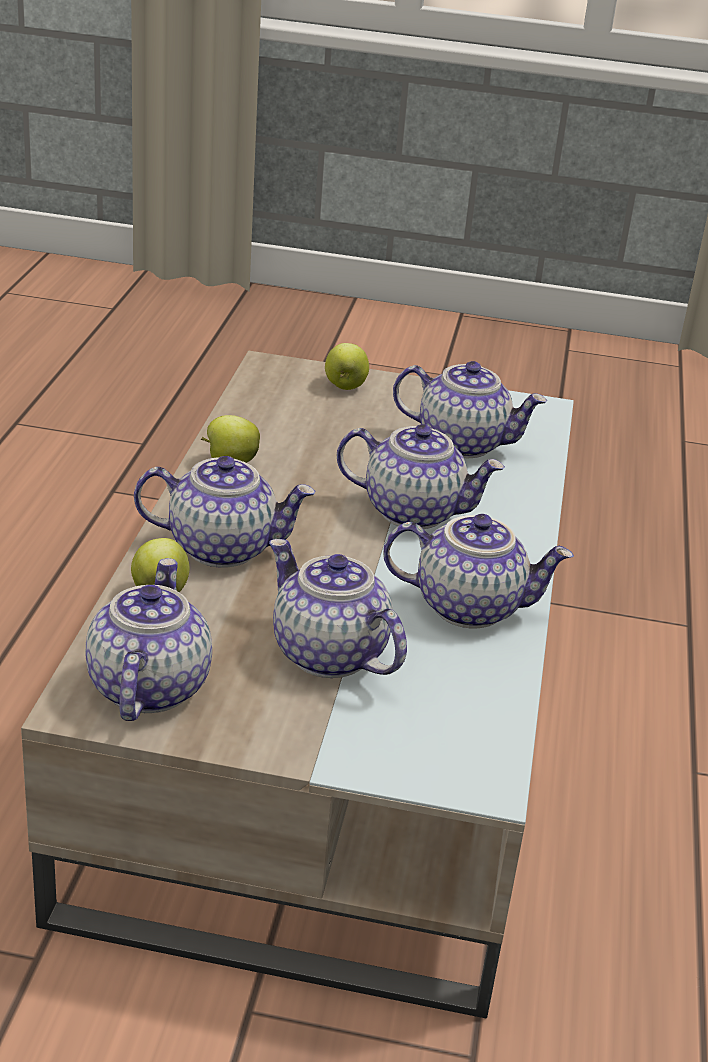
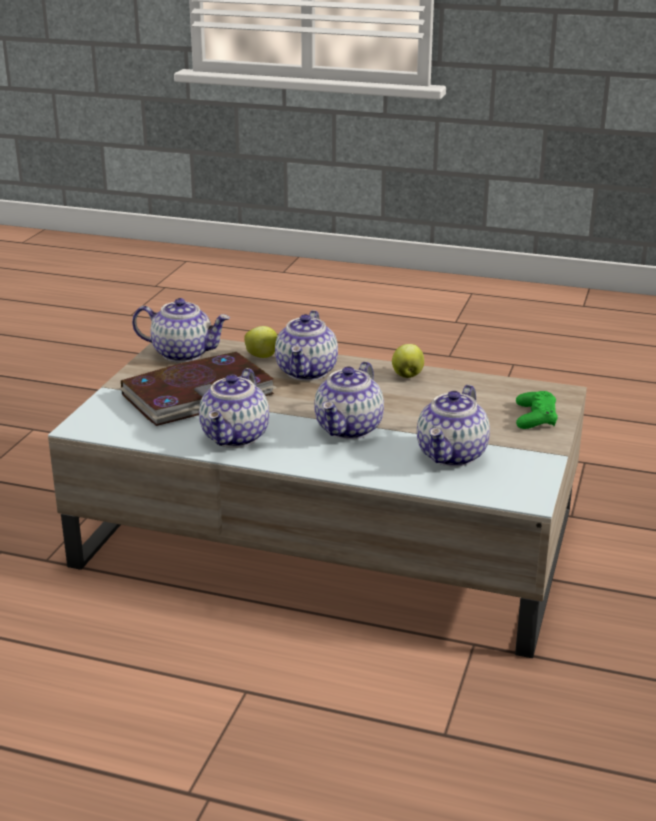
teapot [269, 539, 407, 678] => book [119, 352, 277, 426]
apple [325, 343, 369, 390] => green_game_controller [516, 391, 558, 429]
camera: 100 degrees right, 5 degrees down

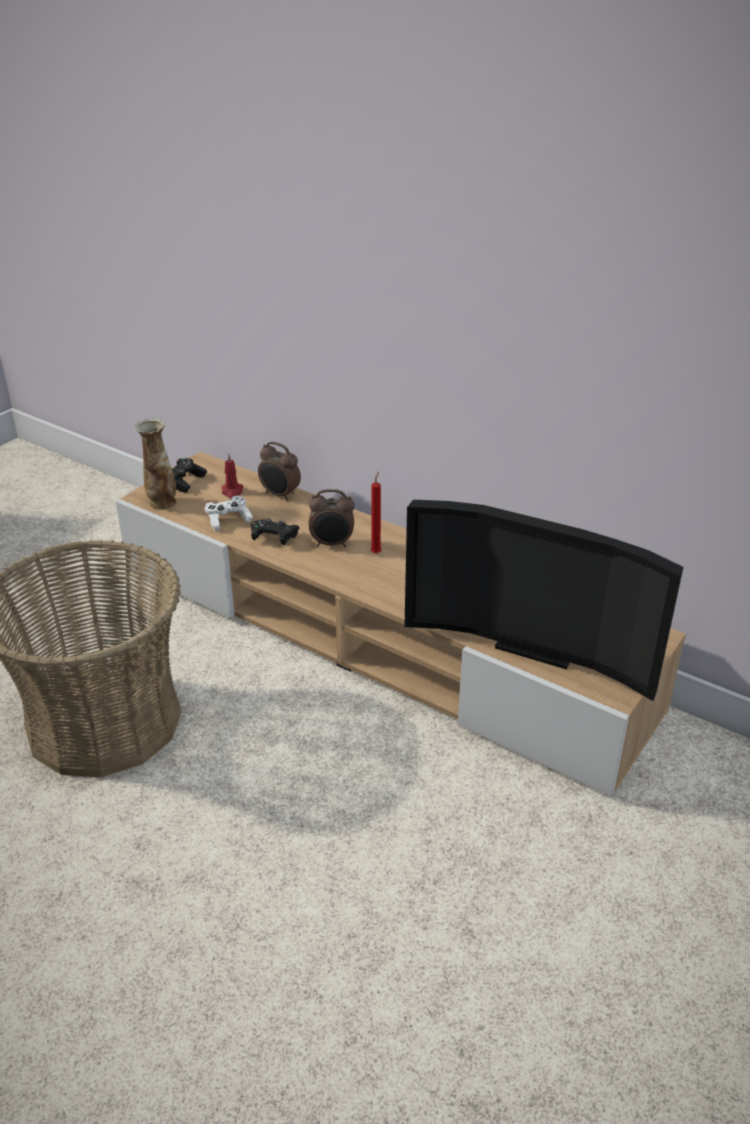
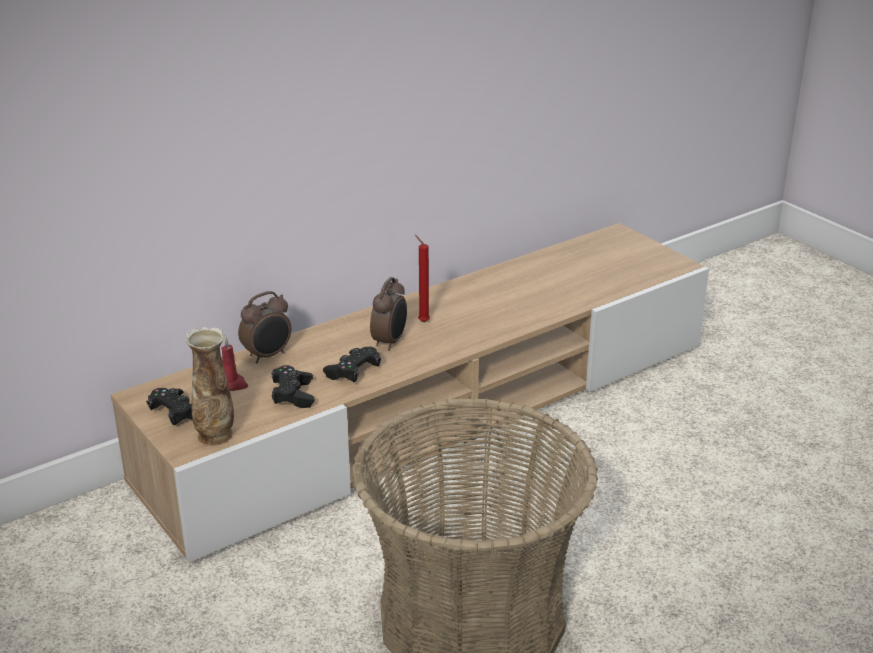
television [405, 500, 683, 701] => nothing
white_game_controller [205, 496, 253, 531] => black_game_controller [271, 365, 315, 408]
camera: 70 degrees left, 5 degrees down

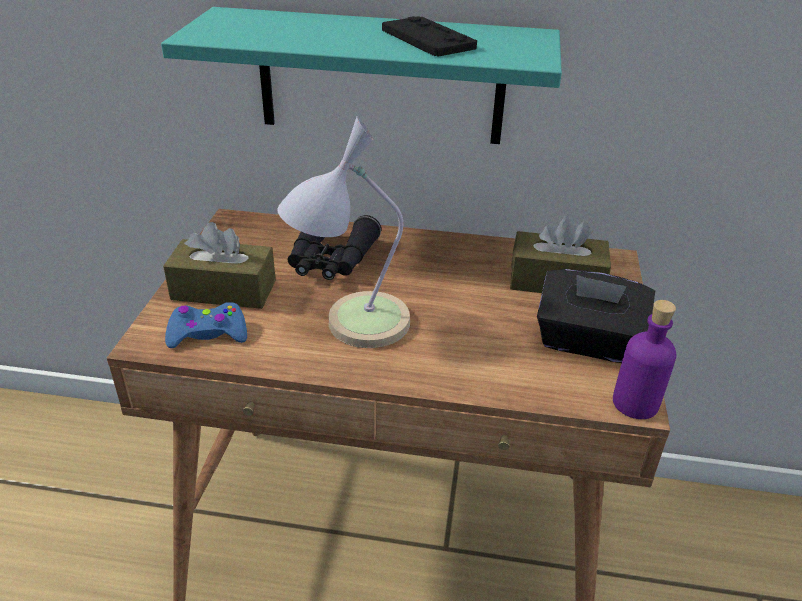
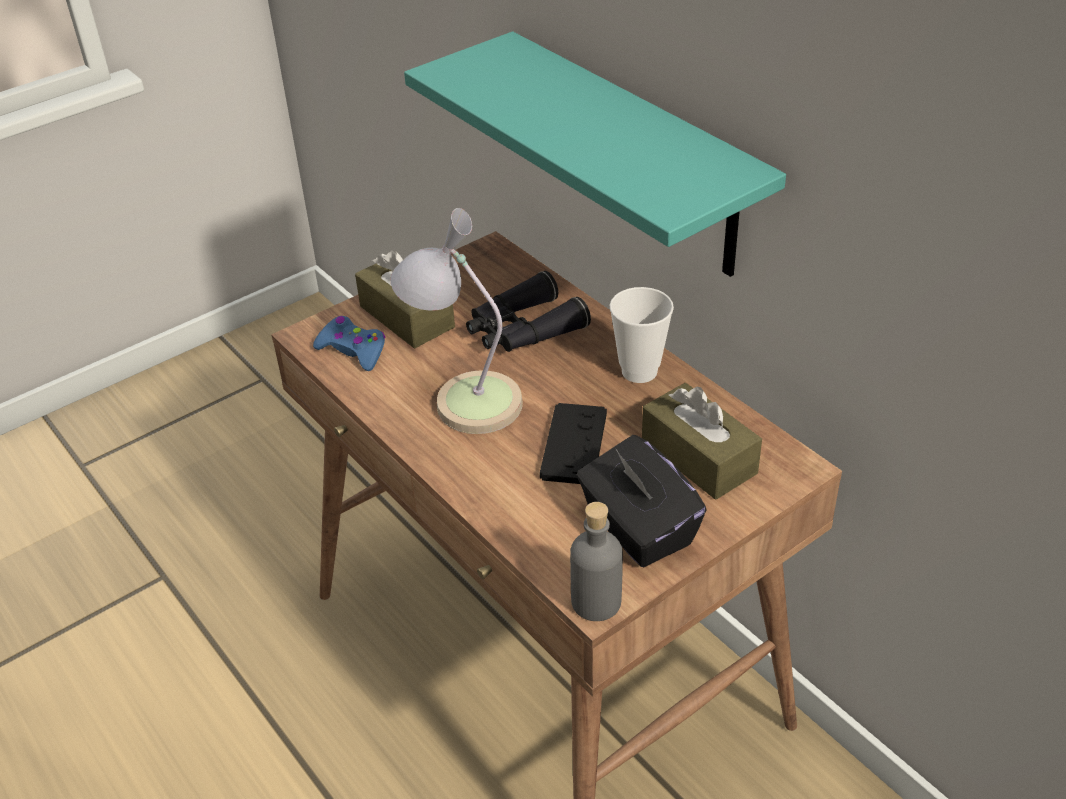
nothing => cup [609, 287, 674, 383]
black_game_controller [382, 16, 477, 57] => black_game_controller [540, 403, 607, 484], move
purple_bottle [613, 300, 676, 419] => grey_bottle [570, 502, 623, 621]
camera: 45 degrees right, 5 degrees up

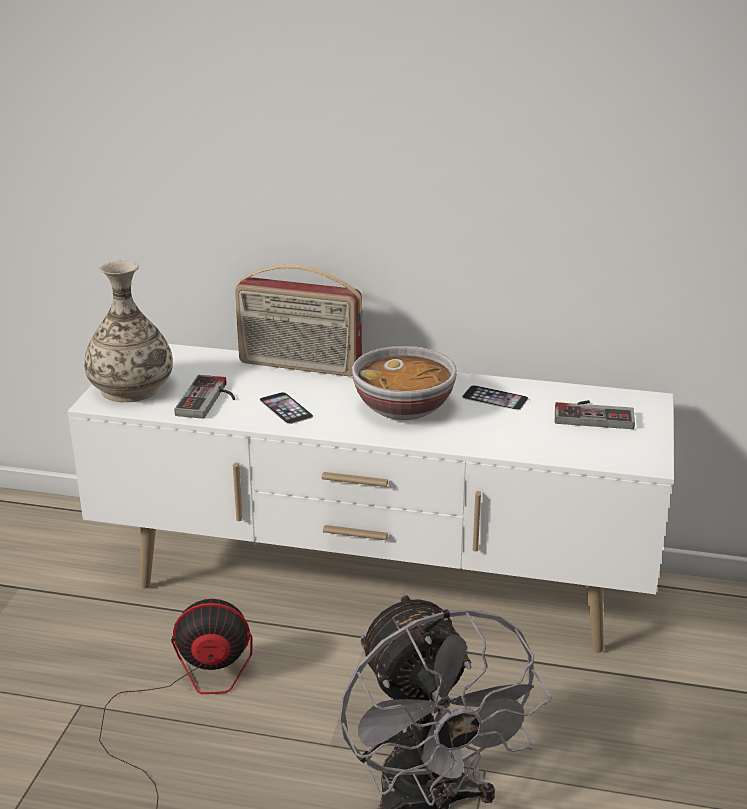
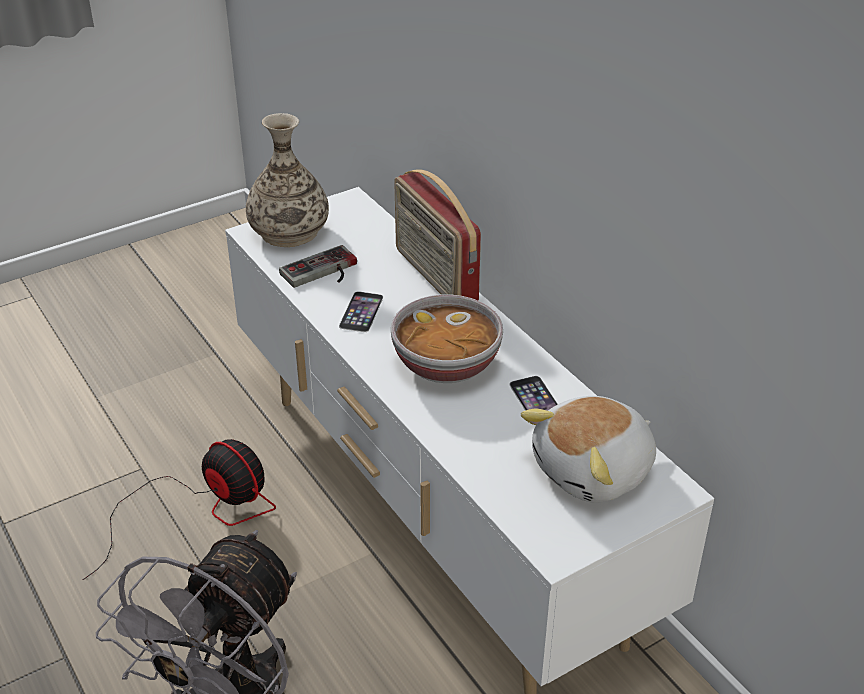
game_controller [555, 400, 635, 429] => plush_toy [521, 396, 656, 503]
camera: 45 degrees right, 10 degrees up

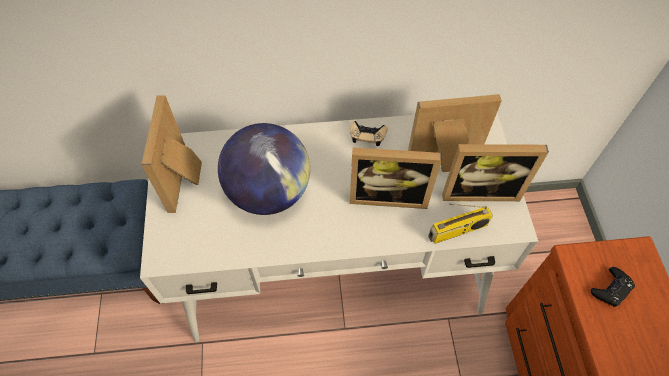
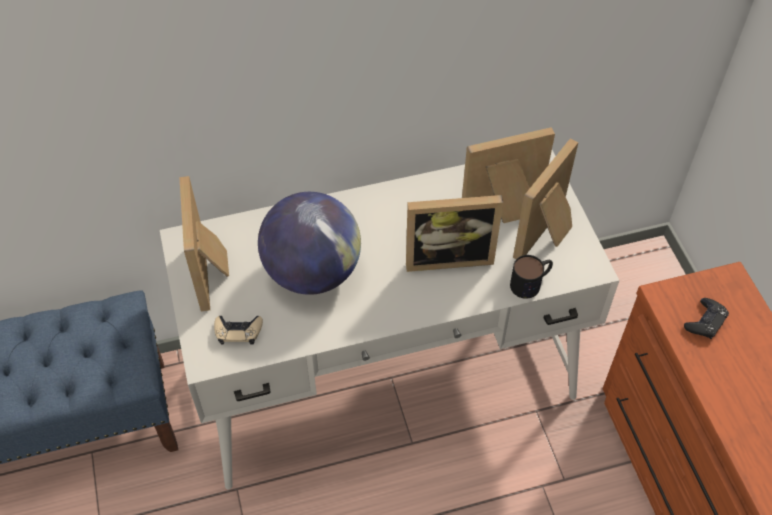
beige_game_controller [350, 121, 387, 146] => beige_game_controller [214, 316, 263, 345], move
radio [428, 204, 493, 244] => mug [510, 255, 553, 299]
picture_frame [442, 144, 549, 201] => picture_frame [513, 138, 578, 259], 135 degrees clockwise
camera: 10 degrees left, 5 degrees down

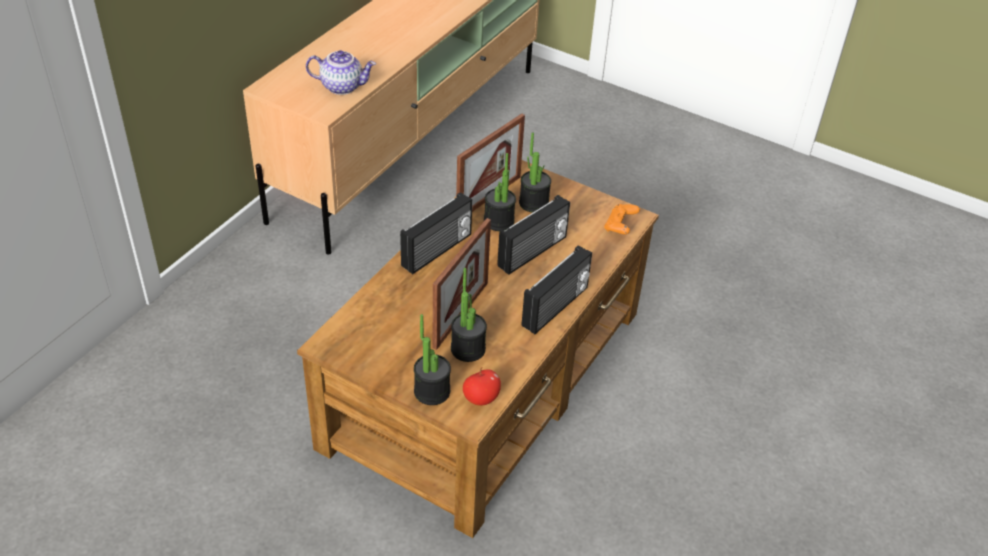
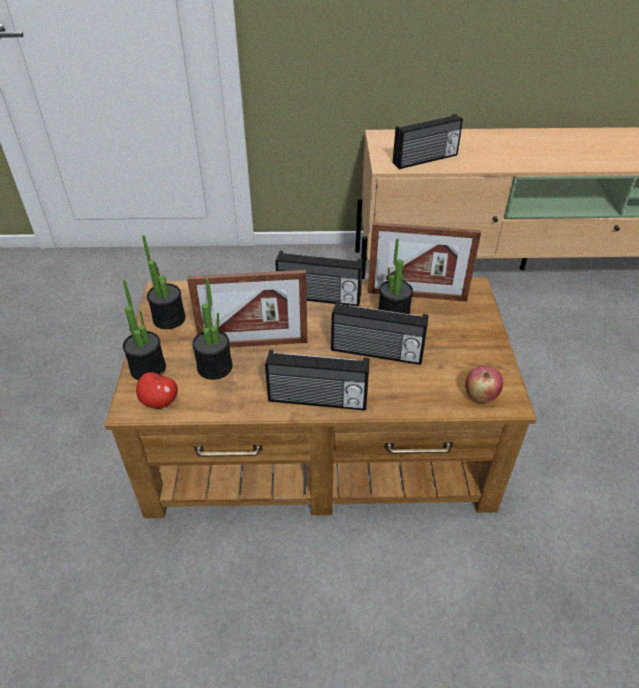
potted_plant [519, 132, 551, 213] => potted_plant [142, 235, 186, 329], move
teapot [306, 50, 376, 95] => radio [393, 114, 463, 169]
orange_game_controller [604, 204, 640, 234] => apple [465, 366, 503, 403]
camera: 60 degrees right, 0 degrees up

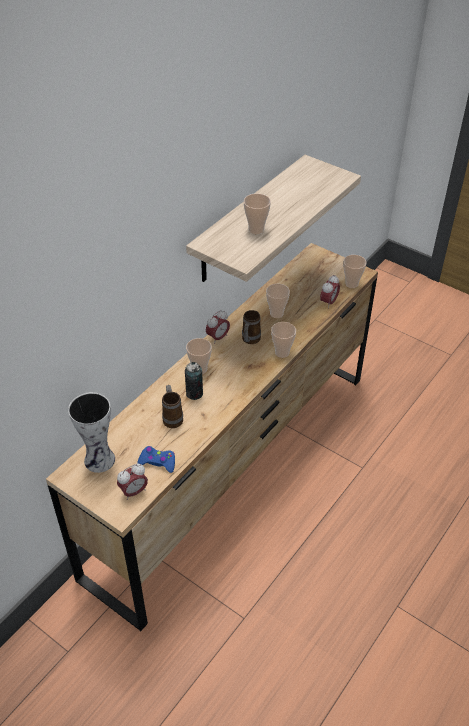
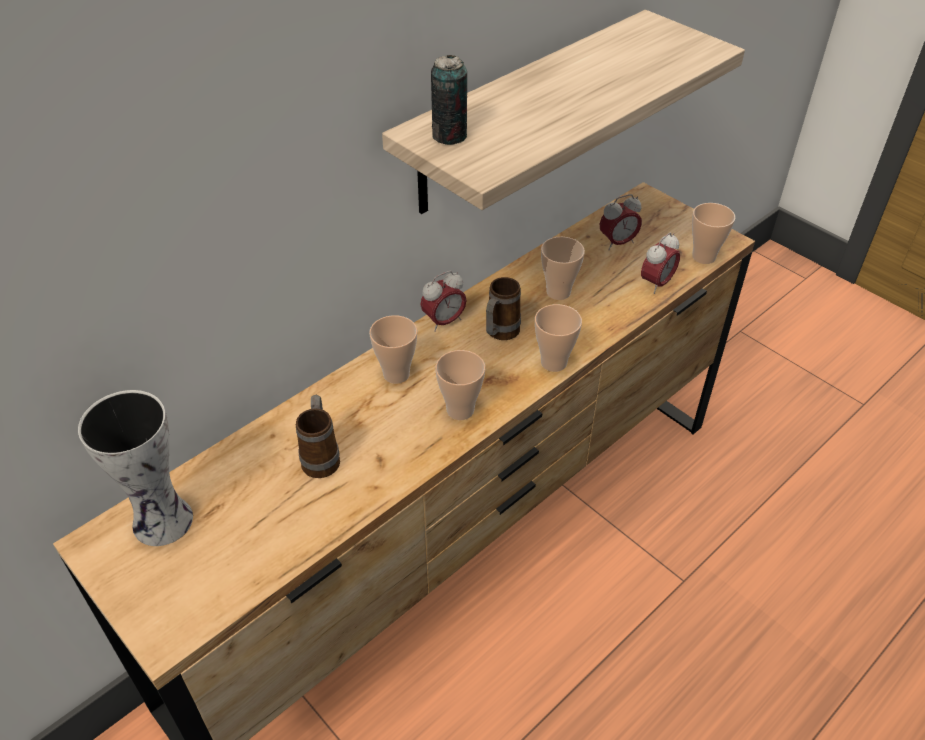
blue_game_controller [138, 446, 175, 473] => nothing
alarm_clock [117, 464, 148, 500] => alarm_clock [600, 194, 642, 250], move
can [185, 362, 203, 400] => can [431, 55, 467, 145], move
cup [244, 193, 271, 234] => cup [435, 350, 485, 420], move
camera: 10 degrees right, 0 degrees up

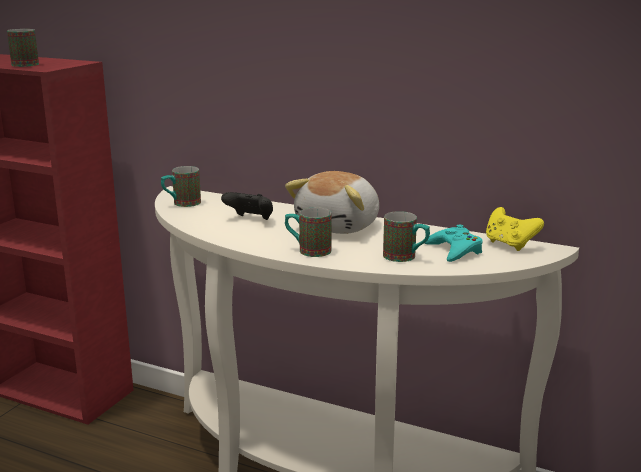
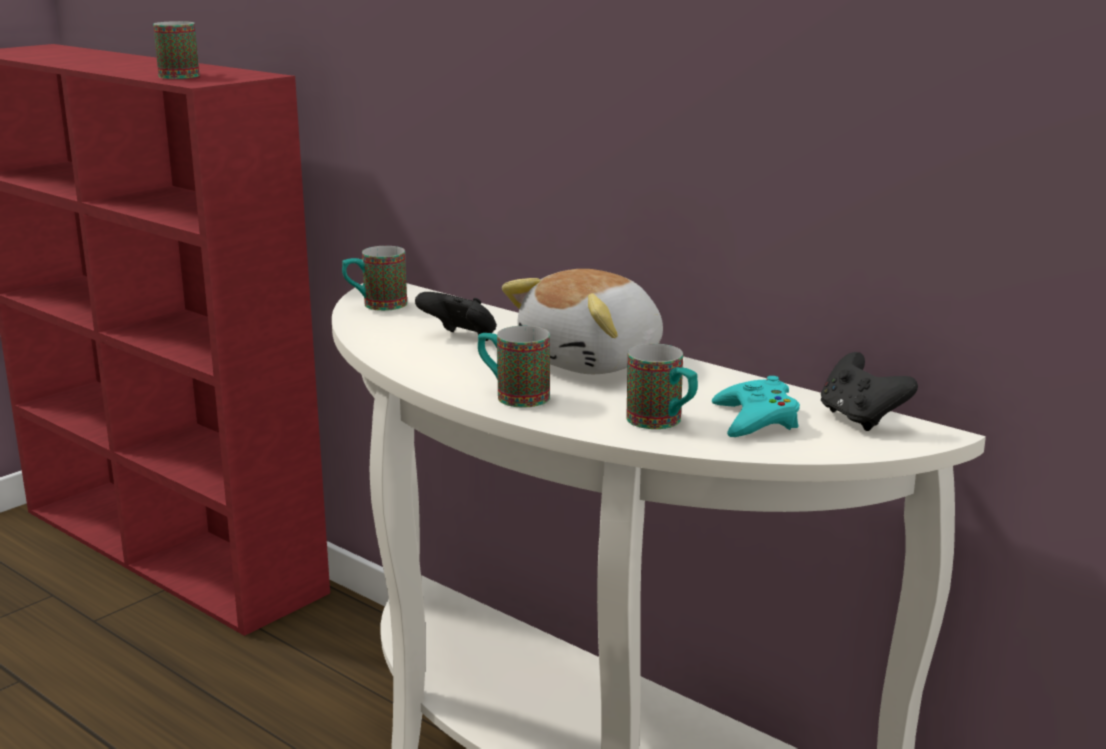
yellow_game_controller [486, 207, 544, 251] => black_game_controller [821, 352, 918, 431]
camera: 15 degrees right, 0 degrees up

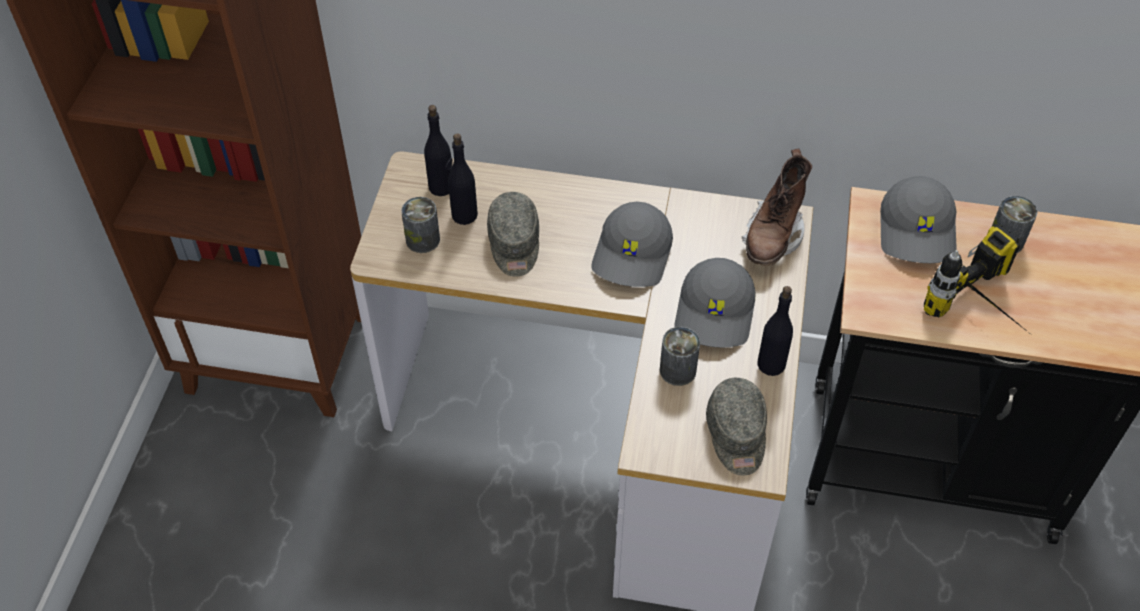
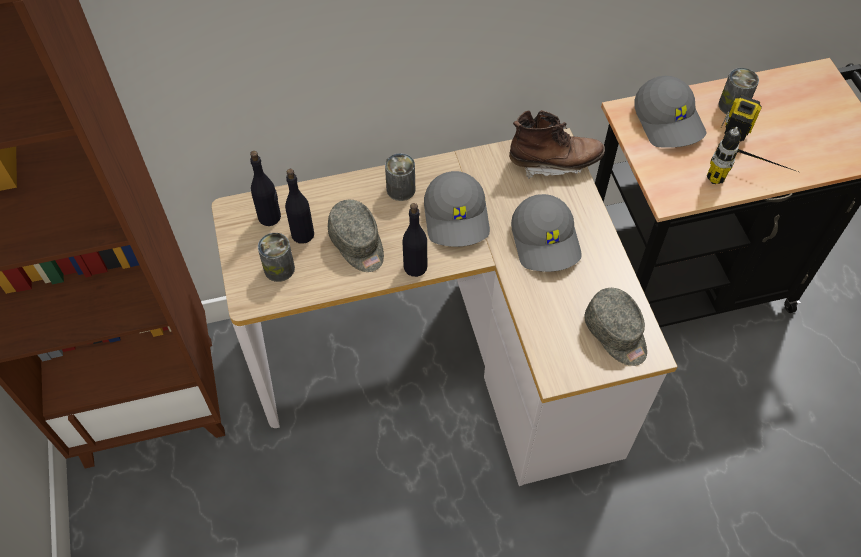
can [660, 327, 700, 386] => can [385, 153, 415, 201], move
black_bottle [757, 286, 793, 376] => black_bottle [403, 203, 427, 277], move
brown_boot [742, 149, 812, 266] => brown_boot [509, 110, 605, 179], 90 degrees counterclockwise
camera: 25 degrees left, 5 degrees up

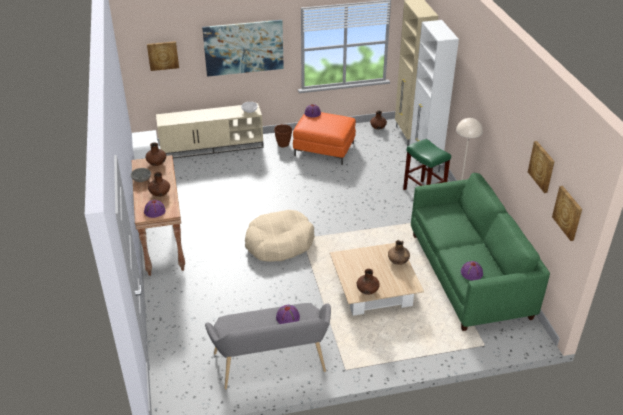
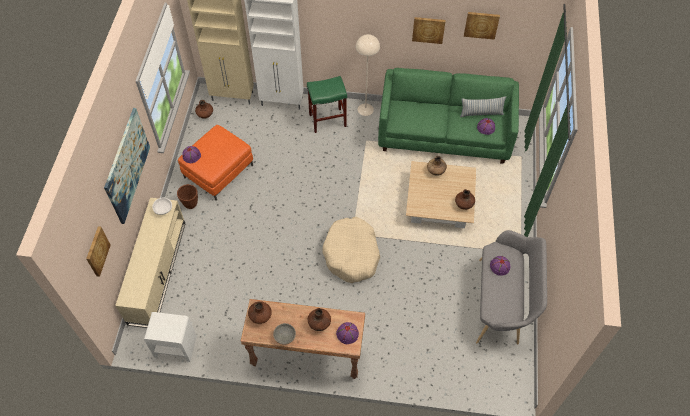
nothing => pillow [460, 96, 506, 117]
picture [552, 186, 582, 241] => picture [412, 17, 446, 44], move
camera: 70 degrees left, 20 degrees up

